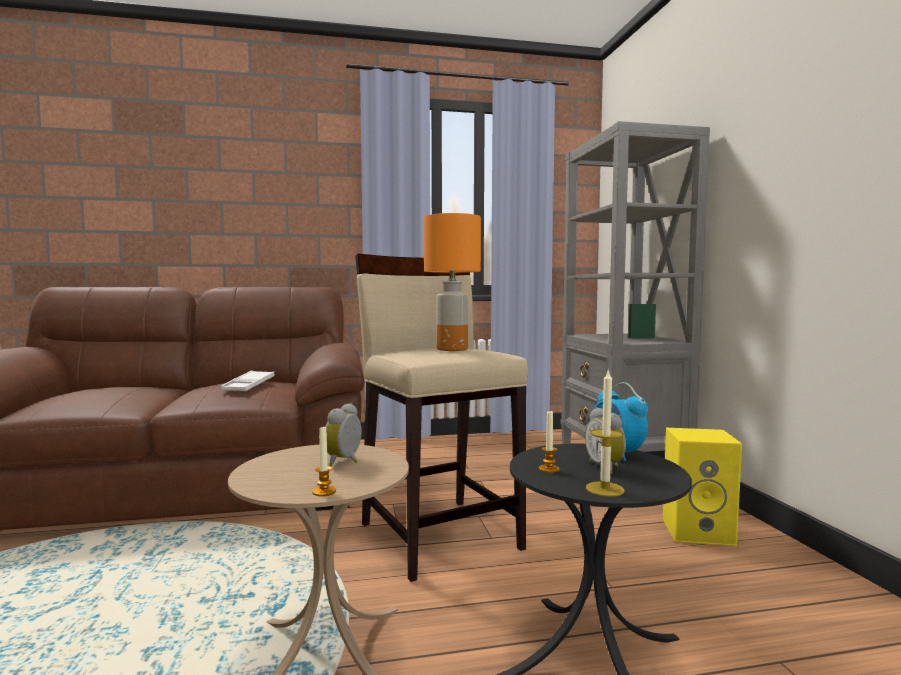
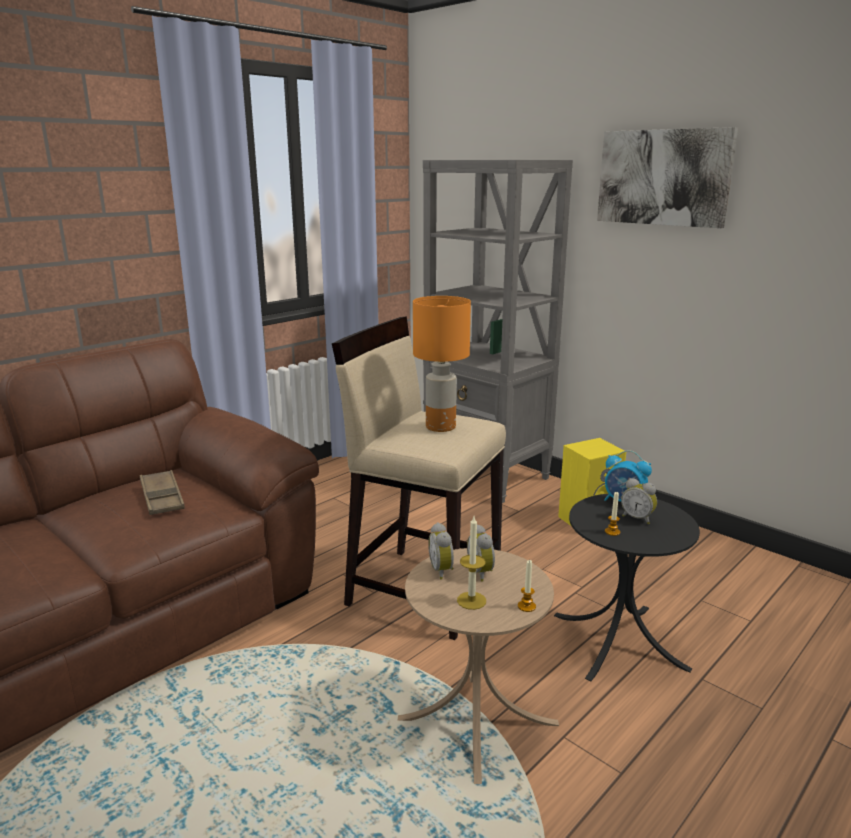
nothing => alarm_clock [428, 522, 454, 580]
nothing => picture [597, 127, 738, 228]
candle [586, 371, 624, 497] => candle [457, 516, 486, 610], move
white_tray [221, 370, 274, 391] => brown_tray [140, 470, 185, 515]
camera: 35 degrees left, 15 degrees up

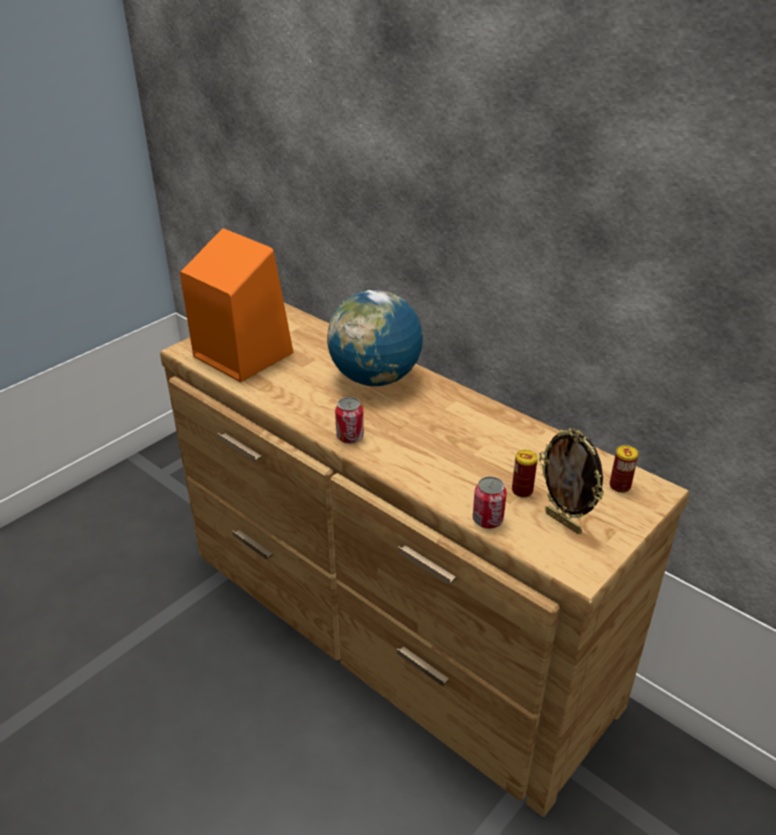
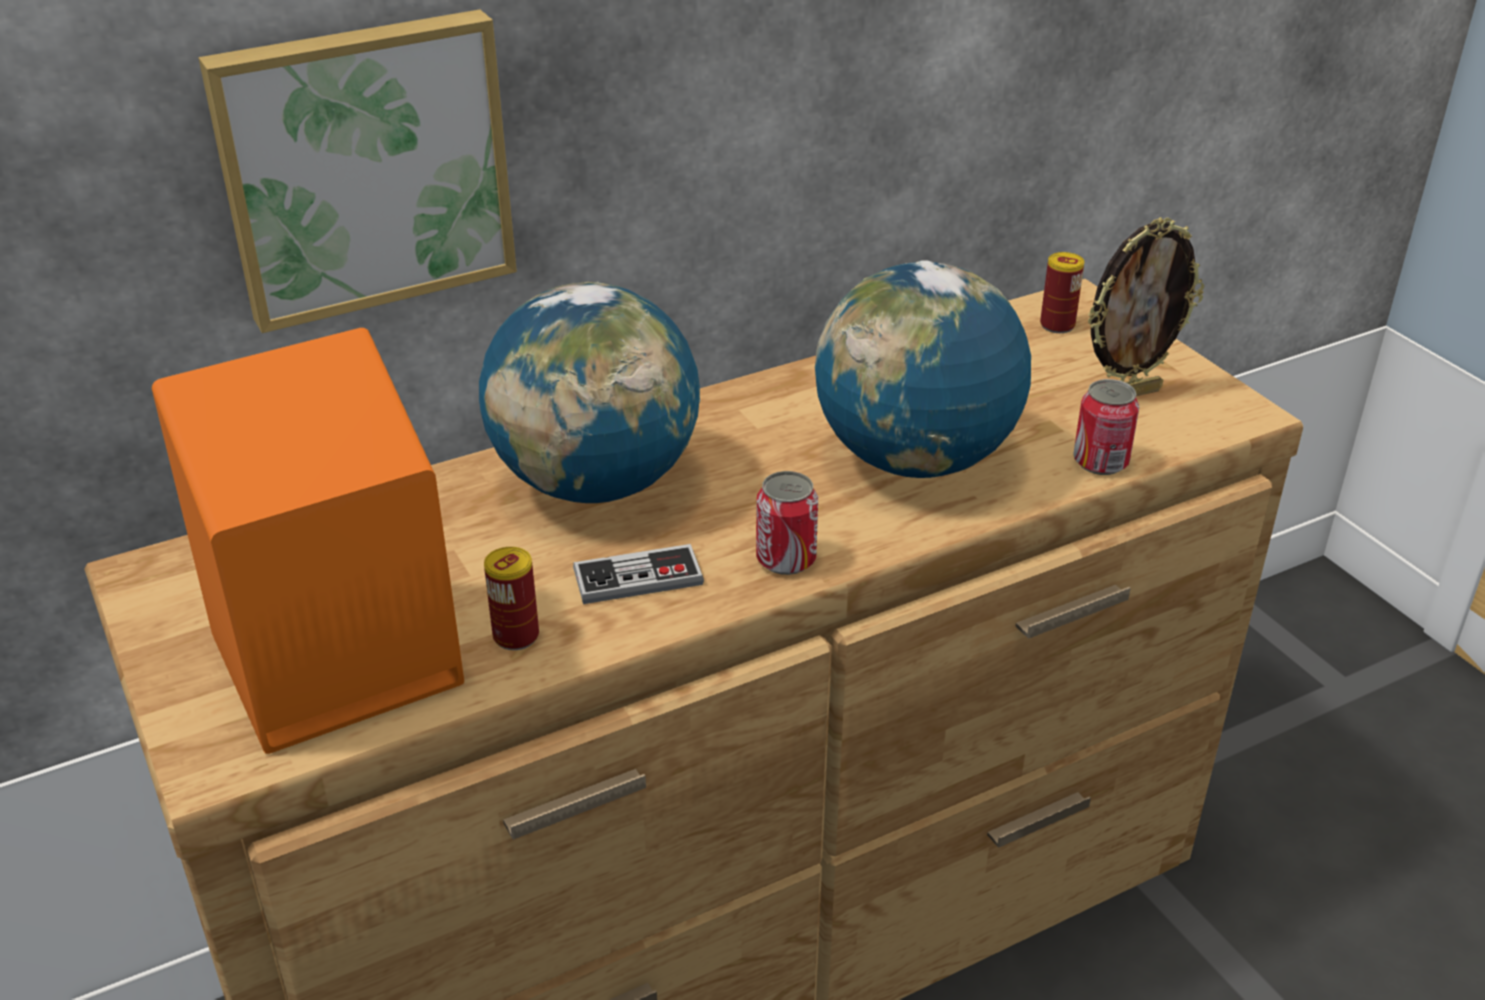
nothing => picture [199, 9, 517, 333]
nothing => game_controller [573, 544, 704, 604]
nothing => globe [815, 260, 1031, 478]
can [512, 450, 538, 498] => can [484, 547, 539, 650], move
camera: 70 degrees left, 0 degrees up

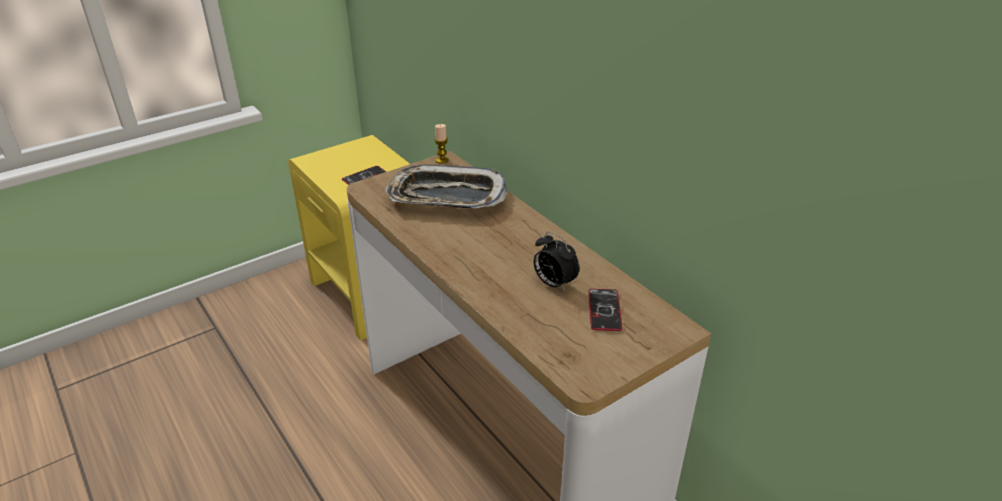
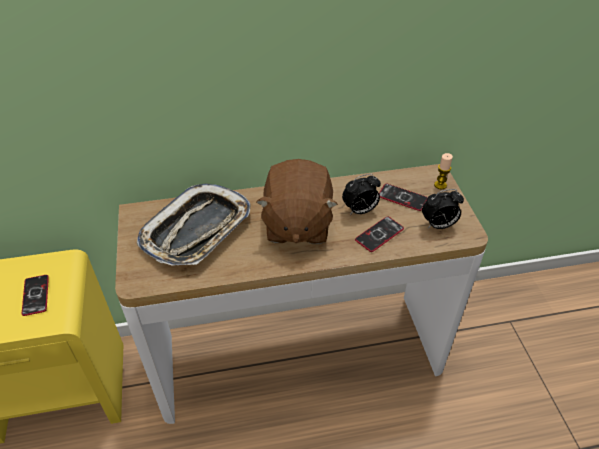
nothing => brown_plush_toy [256, 159, 338, 244]
nothing => phone [355, 216, 404, 252]
nothing => alarm_clock [422, 189, 464, 229]
candle [434, 124, 449, 164] => candle [434, 153, 453, 190], move
camera: 65 degrees left, 10 degrees up

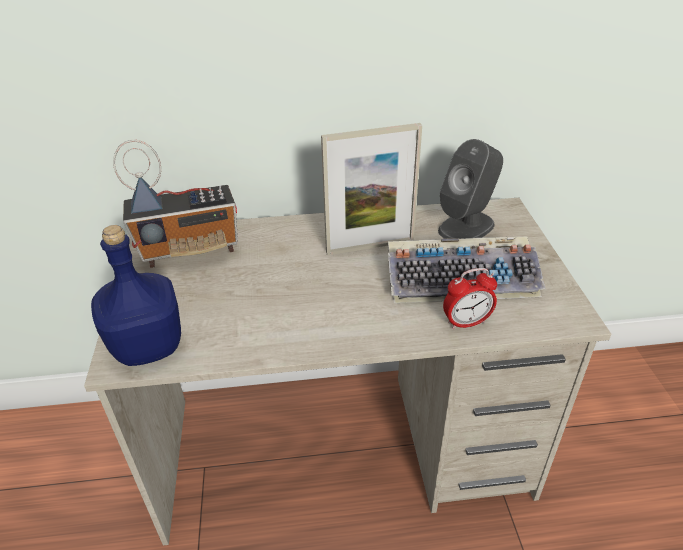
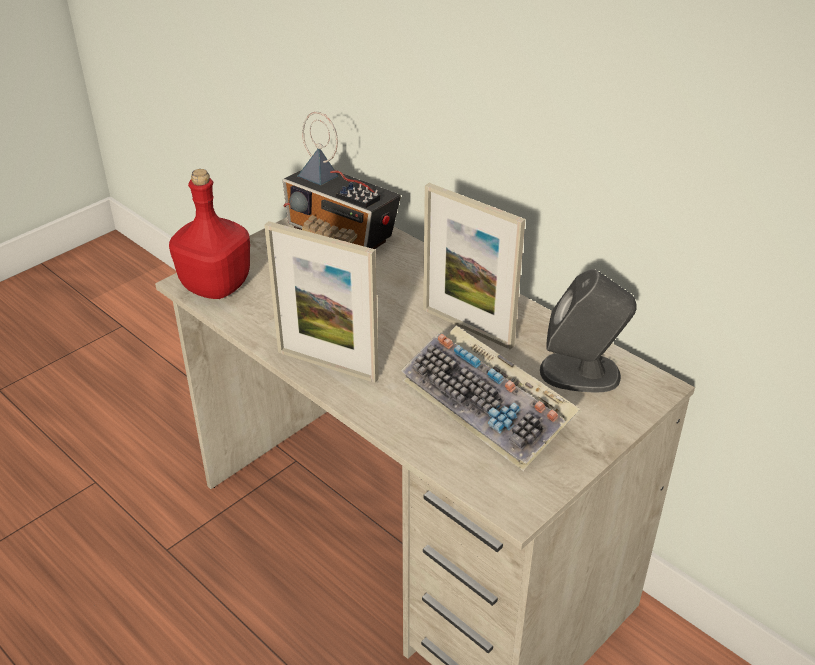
alarm_clock [443, 268, 497, 330] => nothing
nothing => picture_frame [264, 221, 379, 383]
blue_bottle [91, 225, 181, 366] => red_bottle [169, 169, 250, 299]
camera: 50 degrees right, 0 degrees up

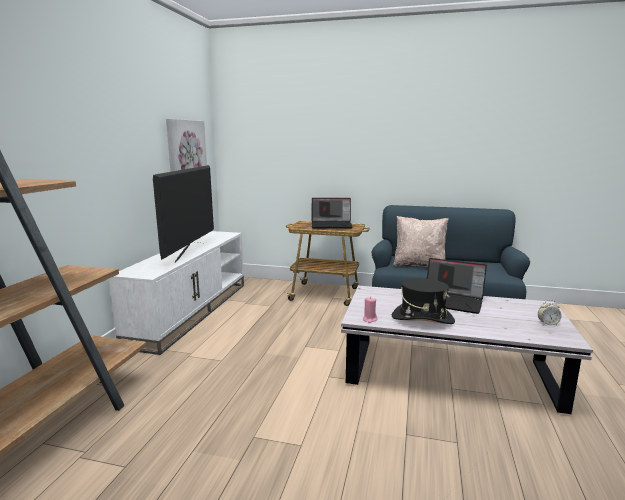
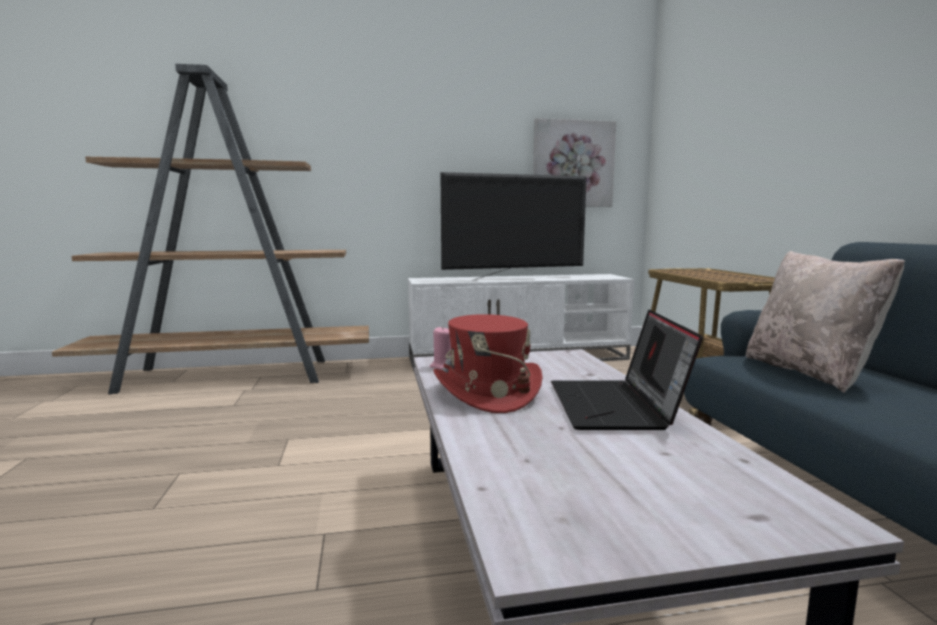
laptop [312, 198, 352, 229] => nothing
alarm_clock [538, 300, 562, 325] => nothing
black_hat [392, 279, 455, 324] => red_hat [433, 314, 542, 413]
camera: 65 degrees right, 5 degrees down

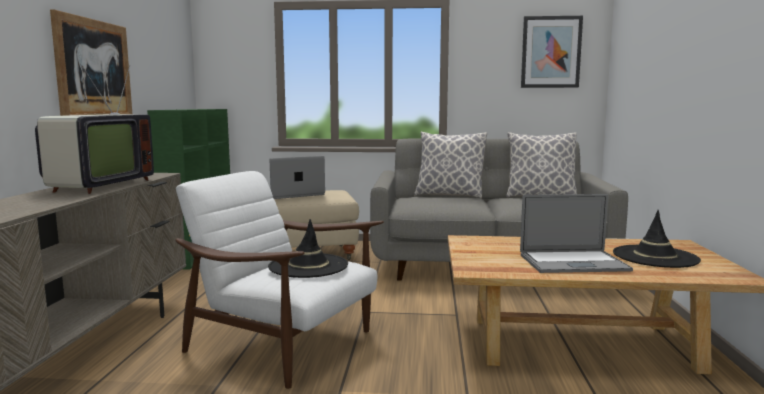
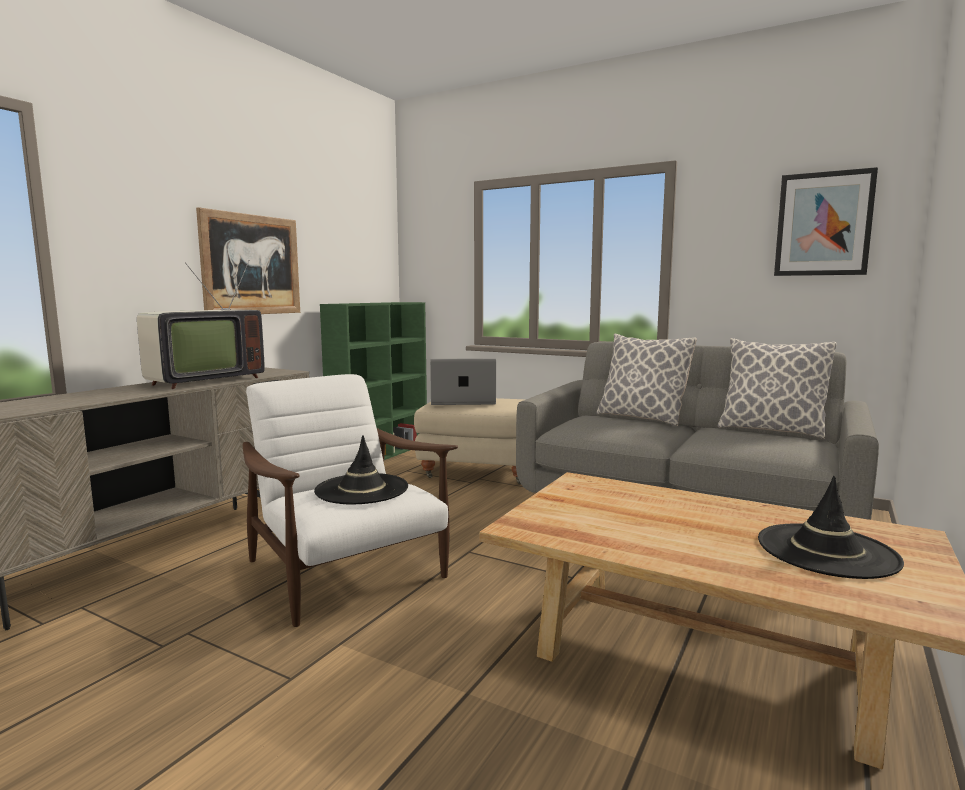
laptop [520, 194, 633, 273] => nothing
camera: 25 degrees right, 0 degrees up

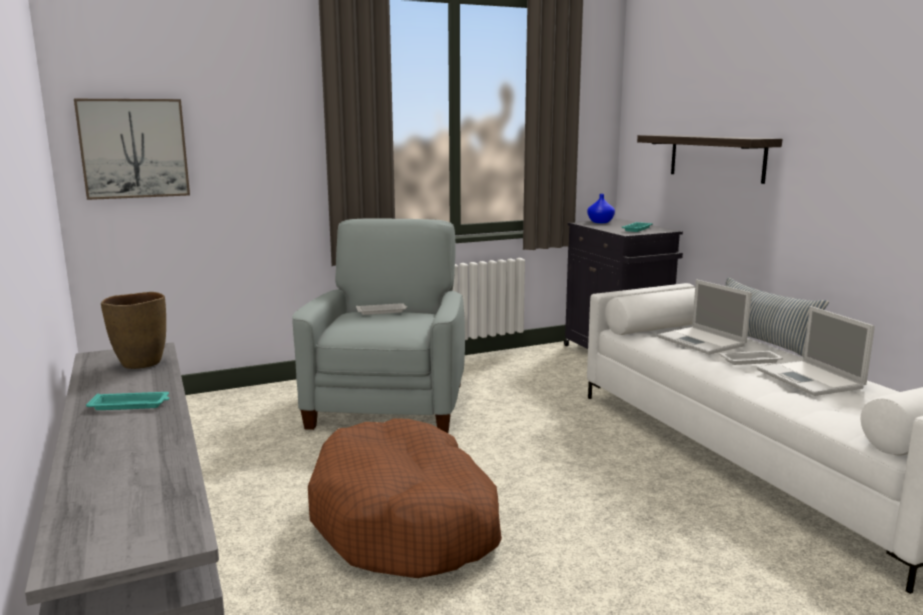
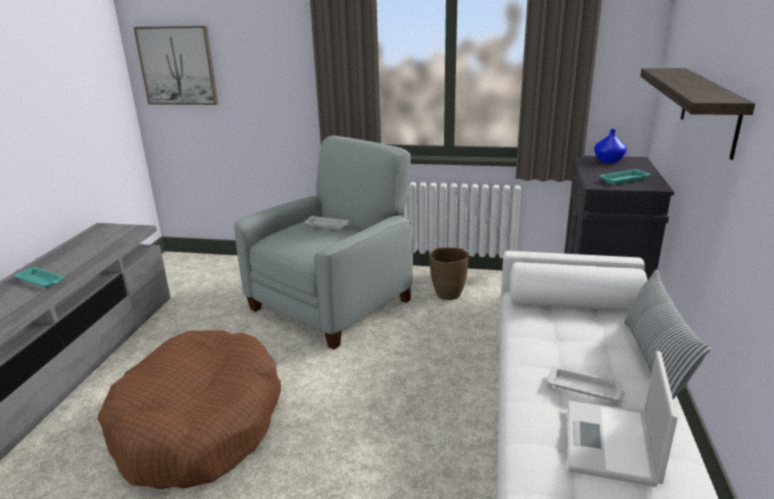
laptop [657, 279, 752, 355] => nothing
brown_vase [101, 292, 166, 369] => brown_vase [429, 248, 469, 300], move
camera: 35 degrees right, 10 degrees up

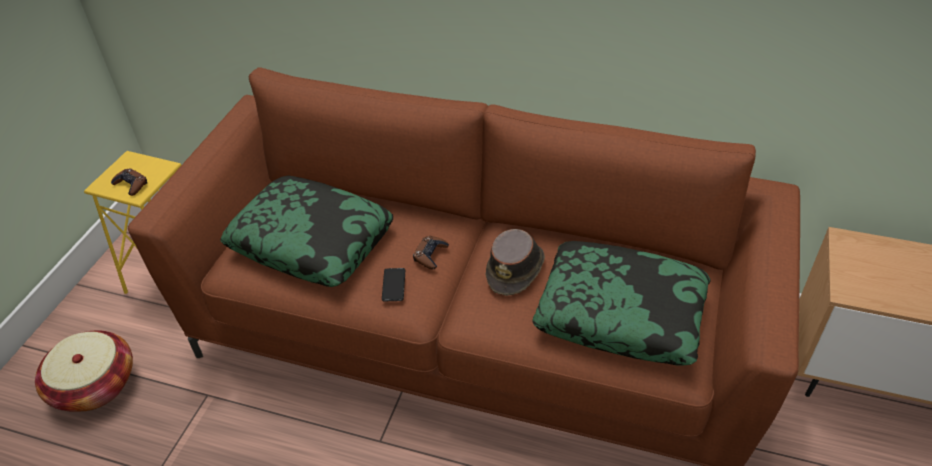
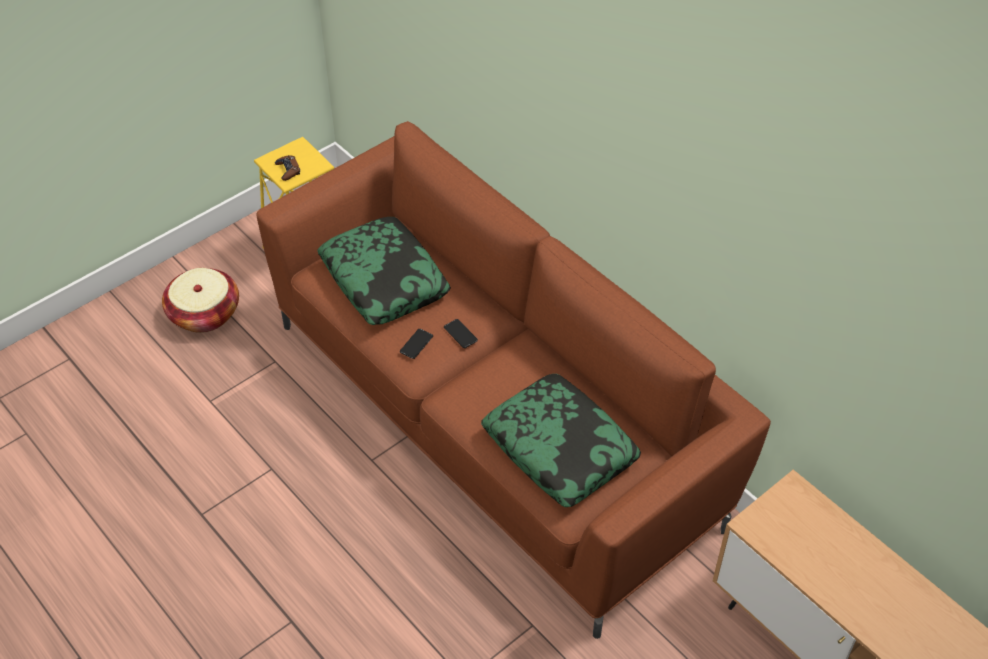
brown_hat [486, 229, 545, 296] => nothing
brown_game_controller [413, 236, 449, 269] => phone [444, 319, 478, 348]
camera: 30 degrees right, 5 degrees up

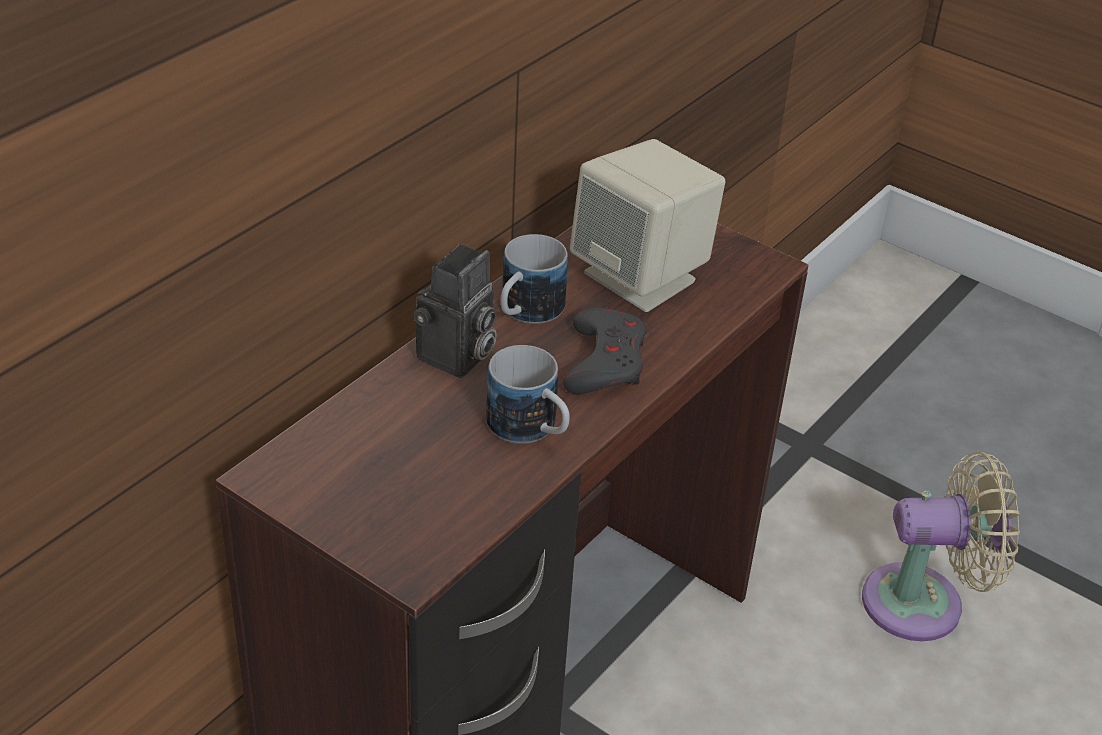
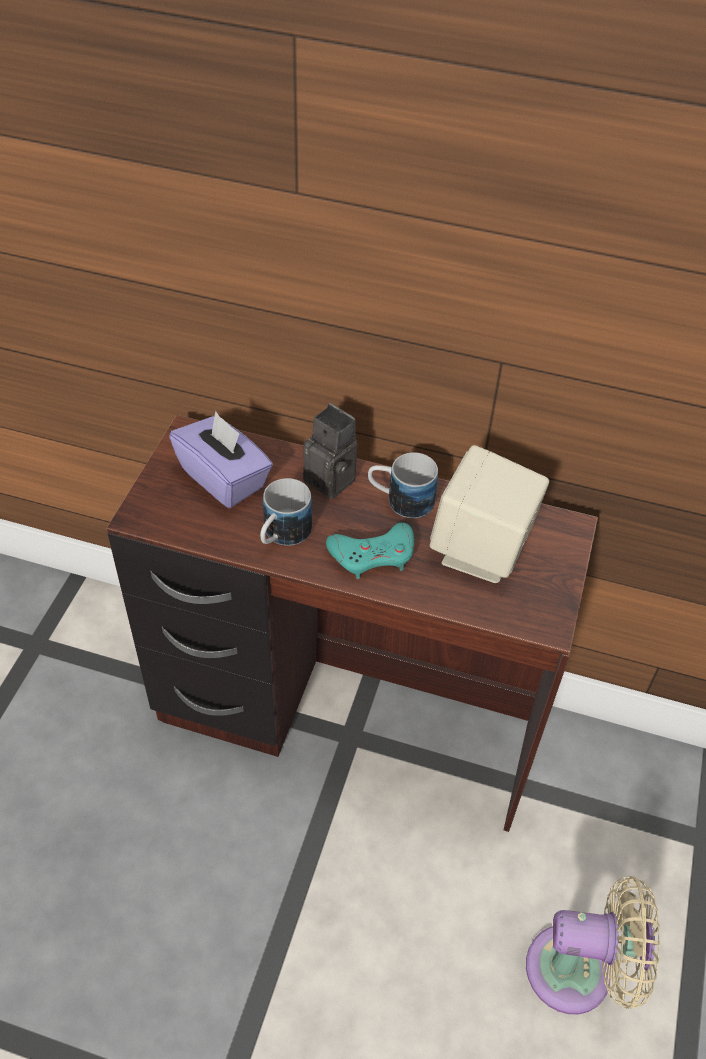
nothing => purple_tissue_box [169, 411, 273, 508]
grey_game_controller [563, 307, 647, 394] => turquoise_game_controller [326, 522, 414, 579]
photo_camera [414, 244, 497, 378] => photo_camera [303, 403, 357, 499], 150 degrees counterclockwise
beige_fan [862, 452, 1020, 641] => beige_fan [526, 876, 660, 1014], 60 degrees counterclockwise
camera: 70 degrees right, 10 degrees up

